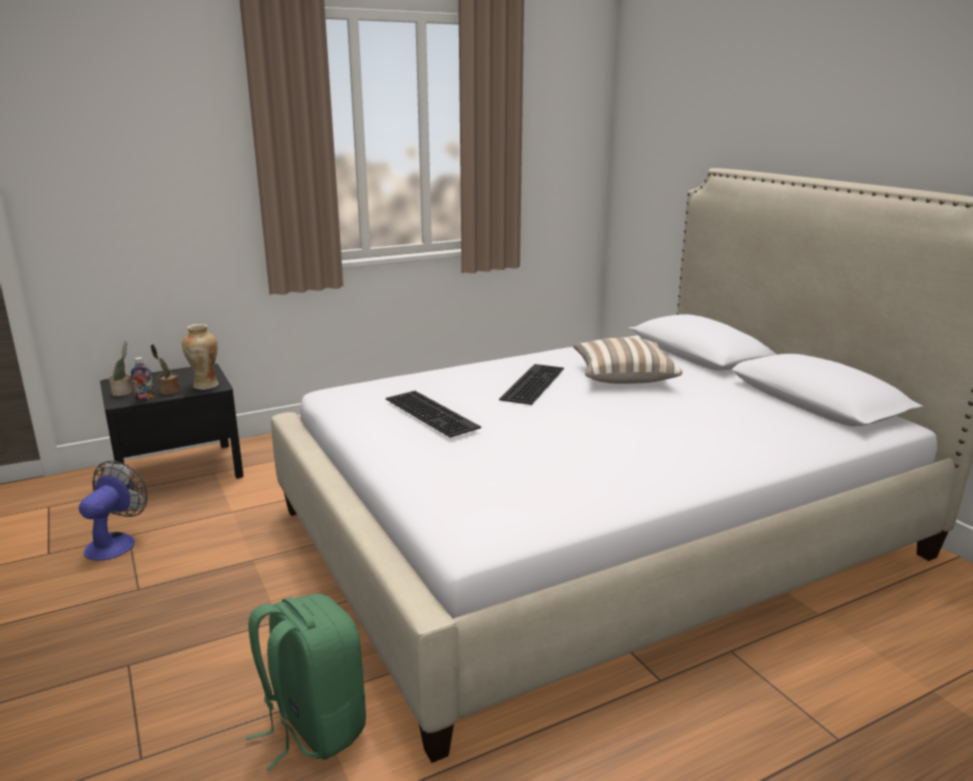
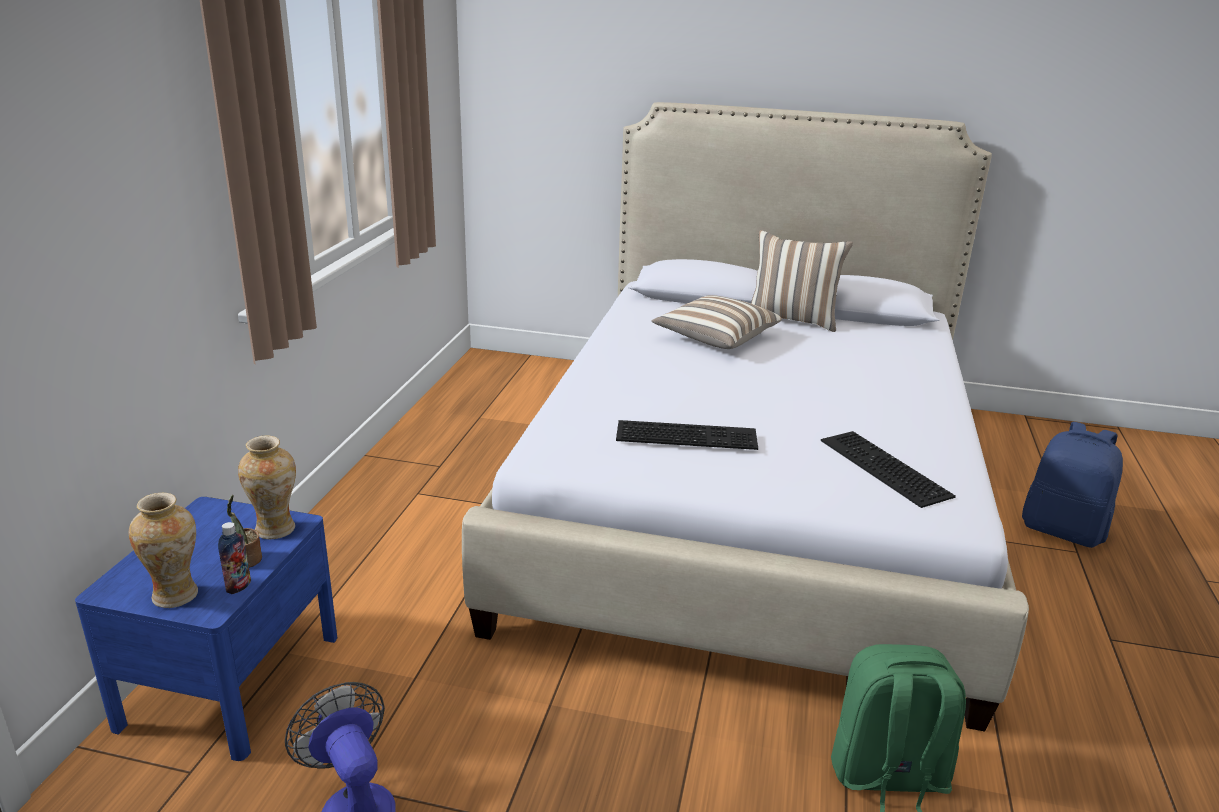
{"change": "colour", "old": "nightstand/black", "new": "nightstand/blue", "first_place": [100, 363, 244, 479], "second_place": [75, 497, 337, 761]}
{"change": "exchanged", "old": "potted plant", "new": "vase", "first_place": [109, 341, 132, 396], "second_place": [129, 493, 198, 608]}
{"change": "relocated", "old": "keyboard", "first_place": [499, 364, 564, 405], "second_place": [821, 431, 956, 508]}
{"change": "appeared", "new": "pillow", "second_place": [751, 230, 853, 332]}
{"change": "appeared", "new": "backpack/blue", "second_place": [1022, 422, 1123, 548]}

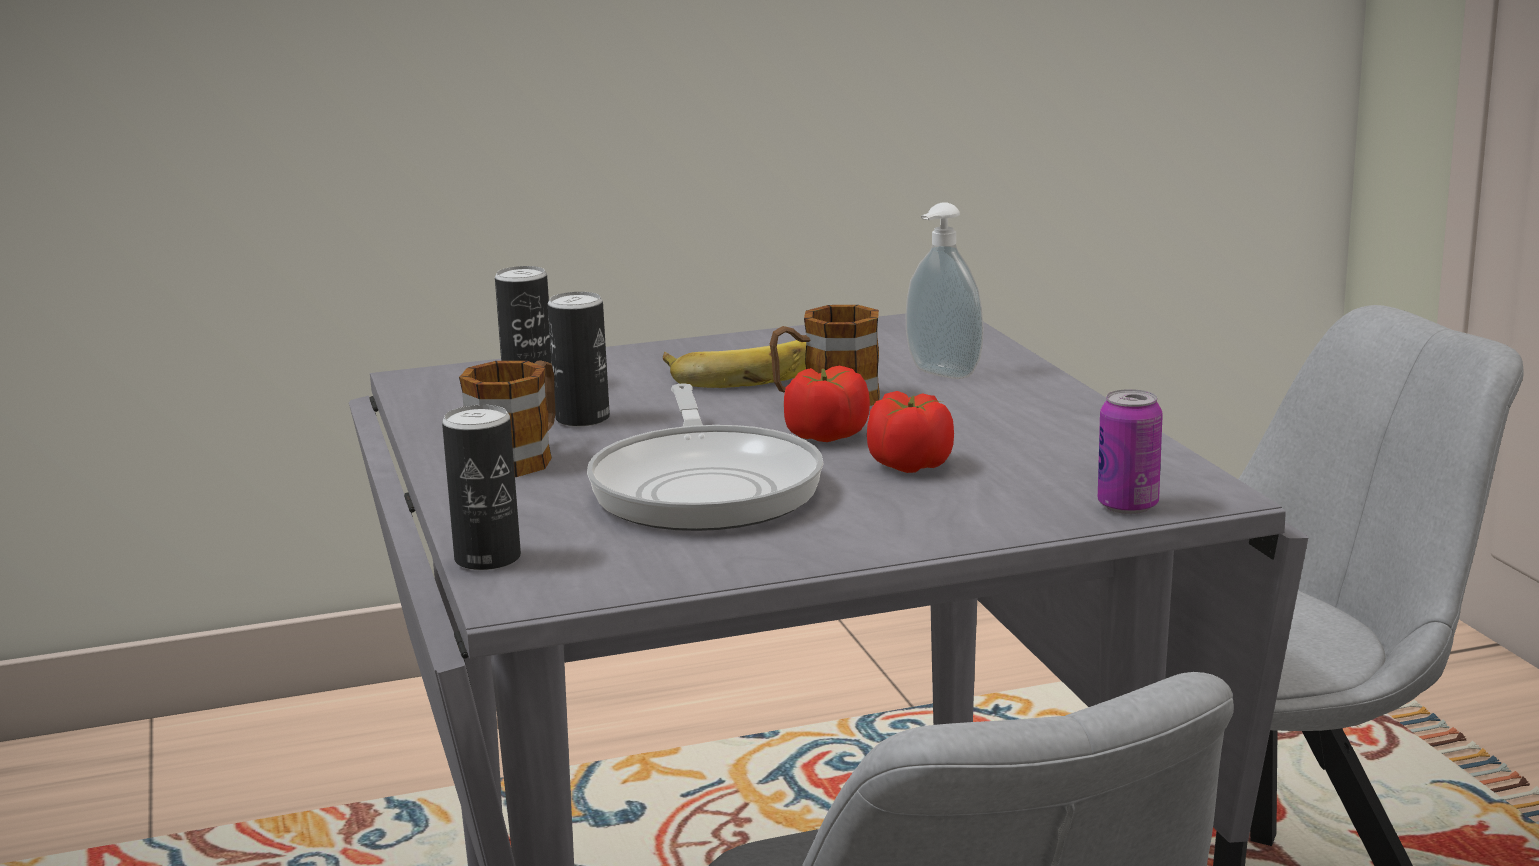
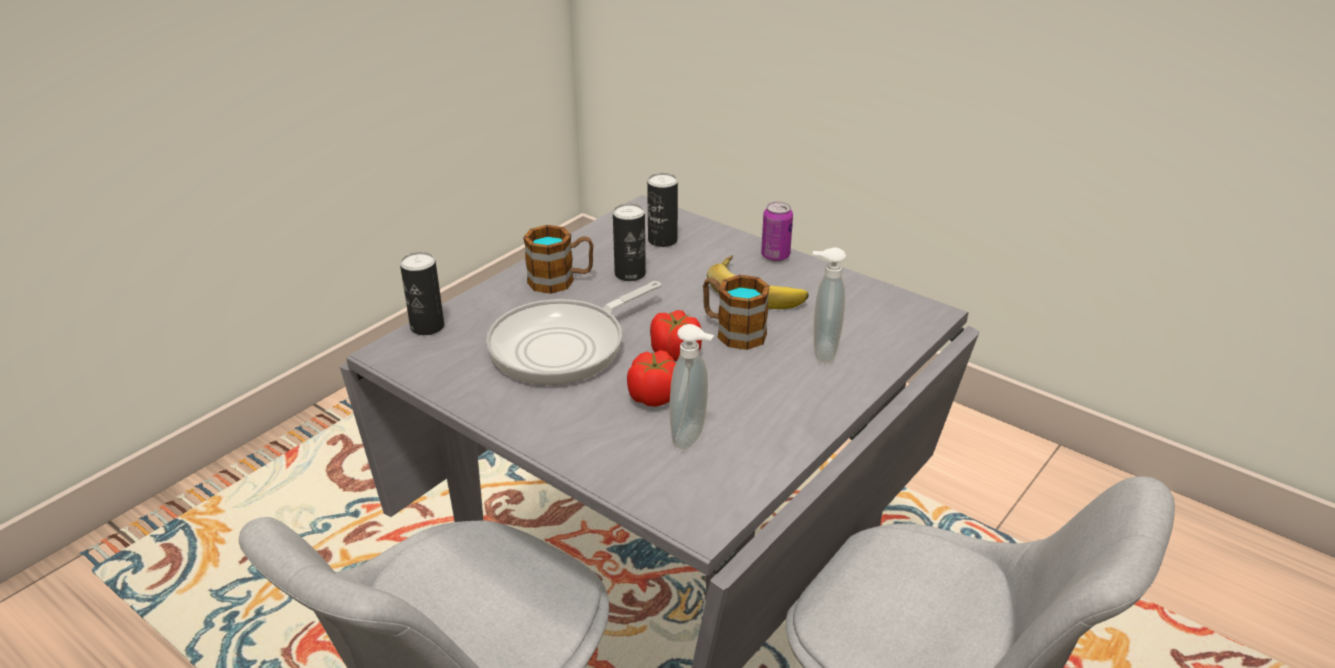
{"change": "relocated", "old": "can", "first_place": [1098, 389, 1163, 514], "second_place": [761, 202, 793, 262]}
{"change": "appeared", "new": "soap dispenser", "second_place": [669, 324, 714, 449]}

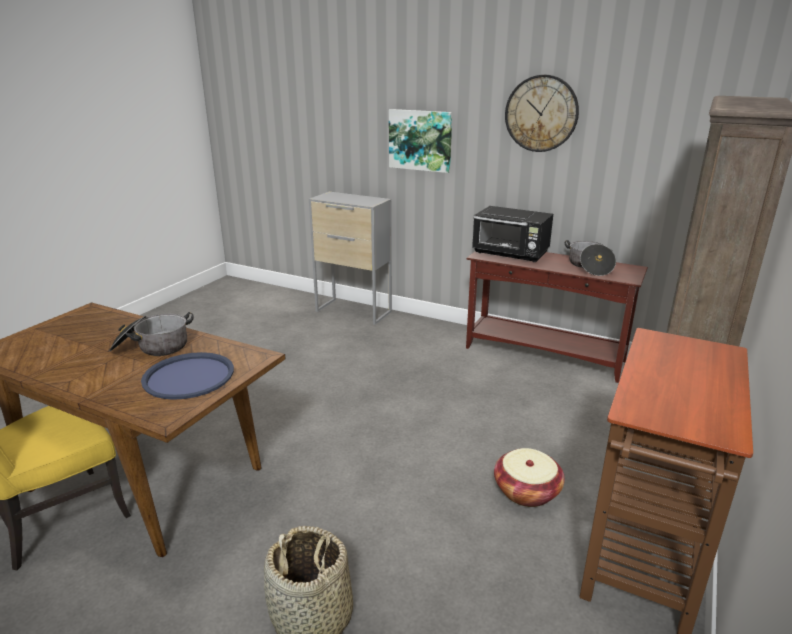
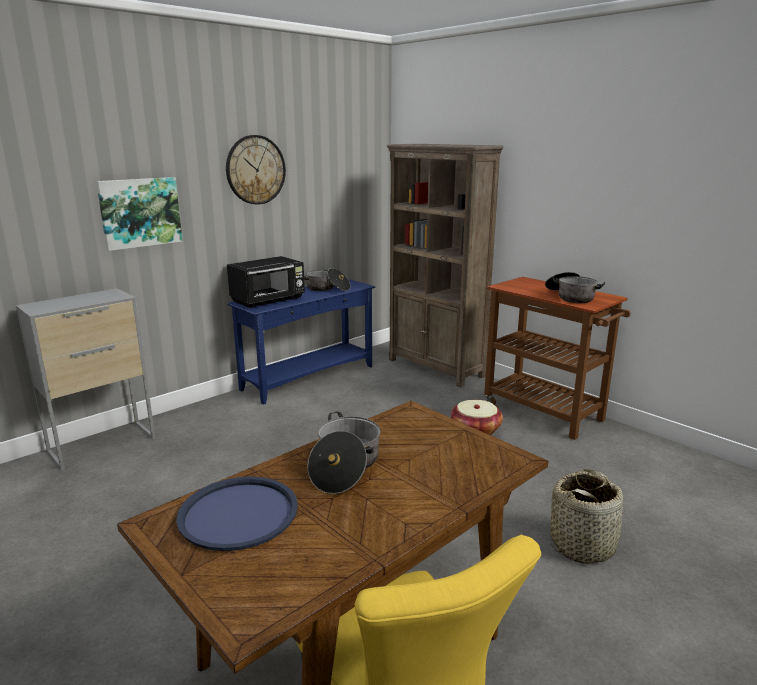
{"change": "relocated", "old": "tray/blue", "first_place": [141, 352, 234, 400], "second_place": [176, 476, 298, 551]}
{"change": "colour", "old": "console table/brown", "new": "console table/blue", "first_place": [466, 251, 648, 383], "second_place": [227, 279, 375, 405]}
{"change": "appeared", "new": "cooking pot", "second_place": [545, 272, 605, 303]}

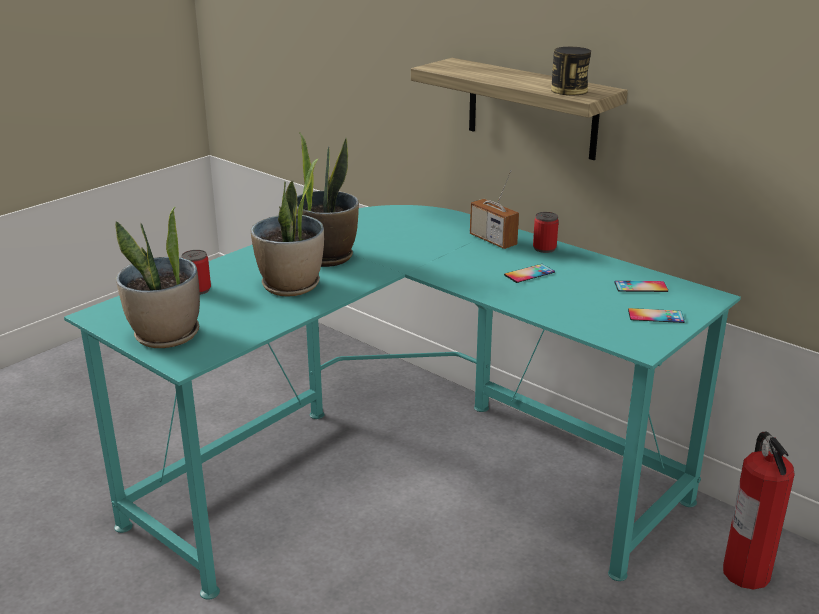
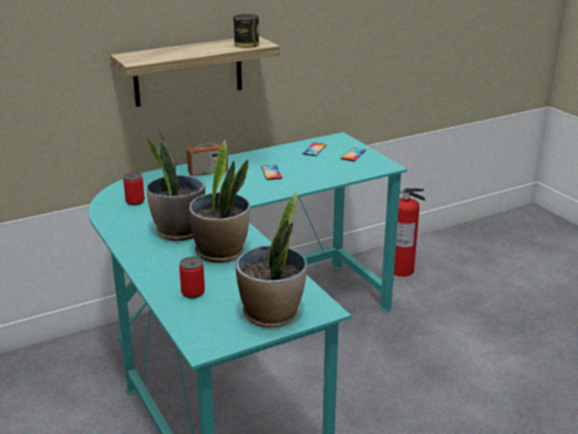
{"change": "relocated", "old": "can", "first_place": [533, 212, 559, 253], "second_place": [123, 172, 145, 205]}

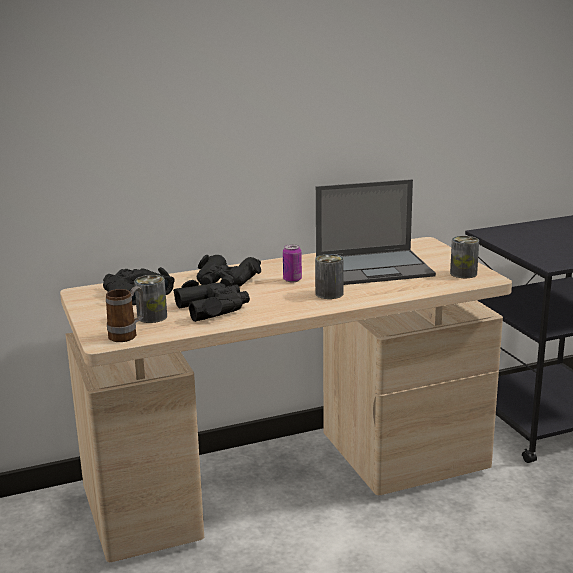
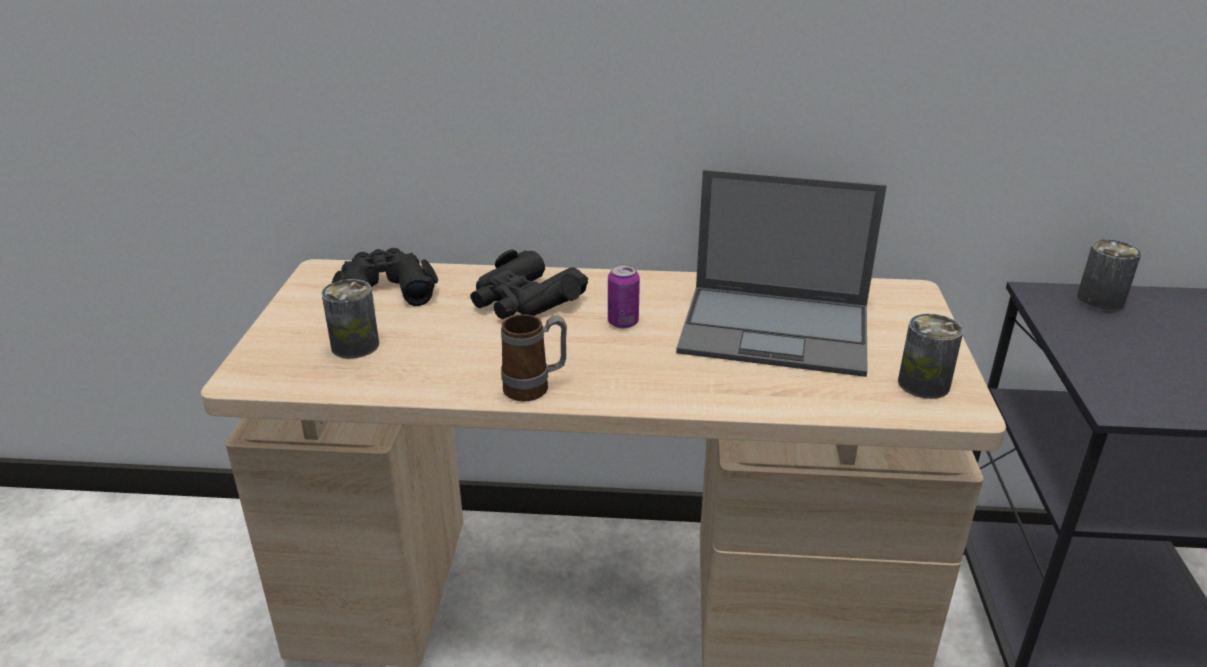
{"change": "relocated", "old": "mug", "first_place": [106, 286, 144, 342], "second_place": [501, 314, 567, 402]}
{"change": "missing", "old": "binoculars/black", "first_place": [173, 280, 250, 322]}
{"change": "relocated", "old": "can", "first_place": [315, 254, 344, 299], "second_place": [1077, 239, 1141, 312]}

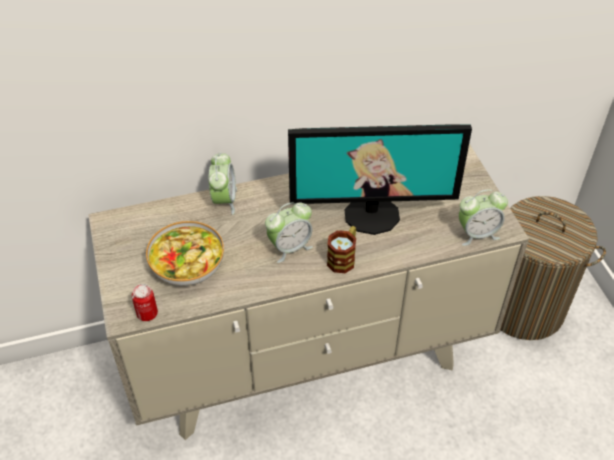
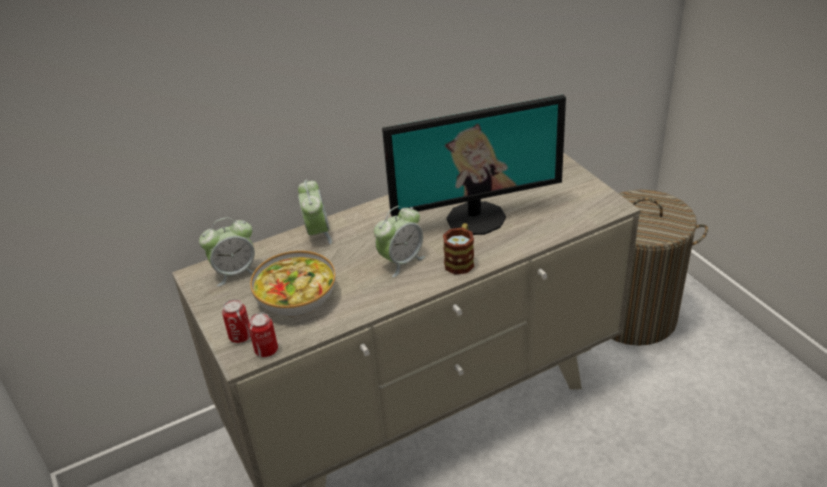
{"change": "relocated", "old": "alarm clock", "first_place": [459, 189, 508, 246], "second_place": [199, 217, 255, 286]}
{"change": "appeared", "new": "can", "second_place": [222, 299, 251, 343]}

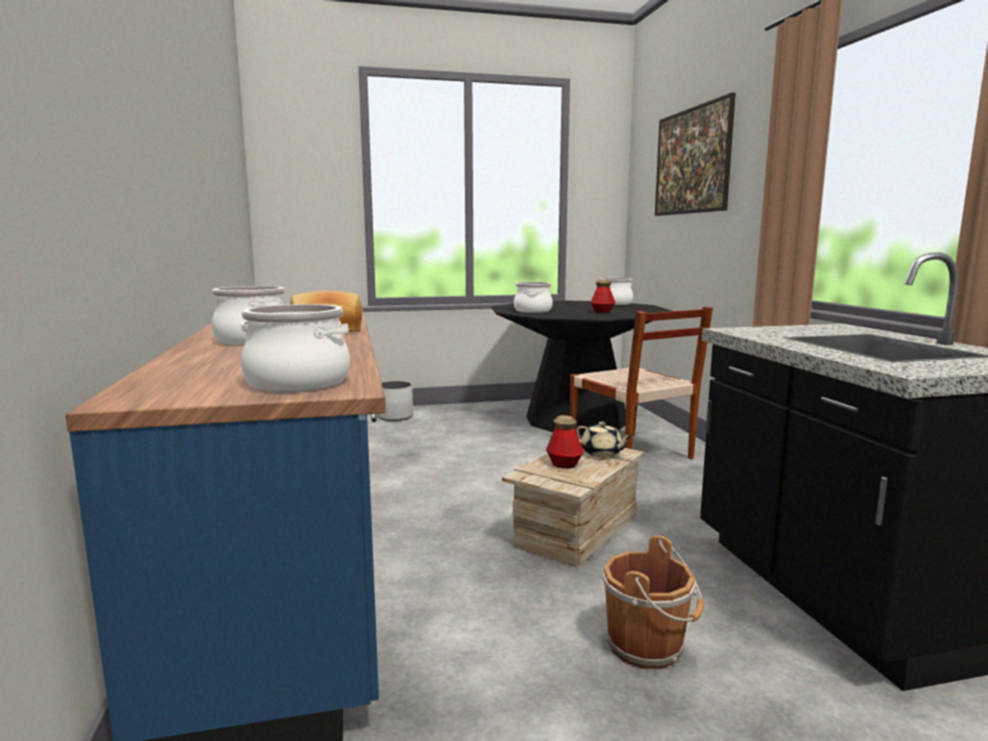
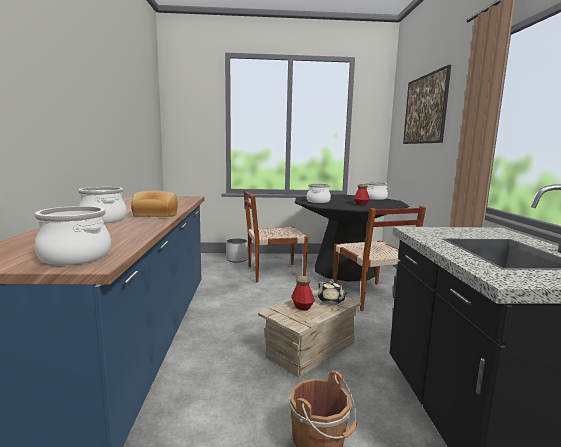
{"change": "appeared", "new": "chair", "second_place": [243, 189, 308, 282]}

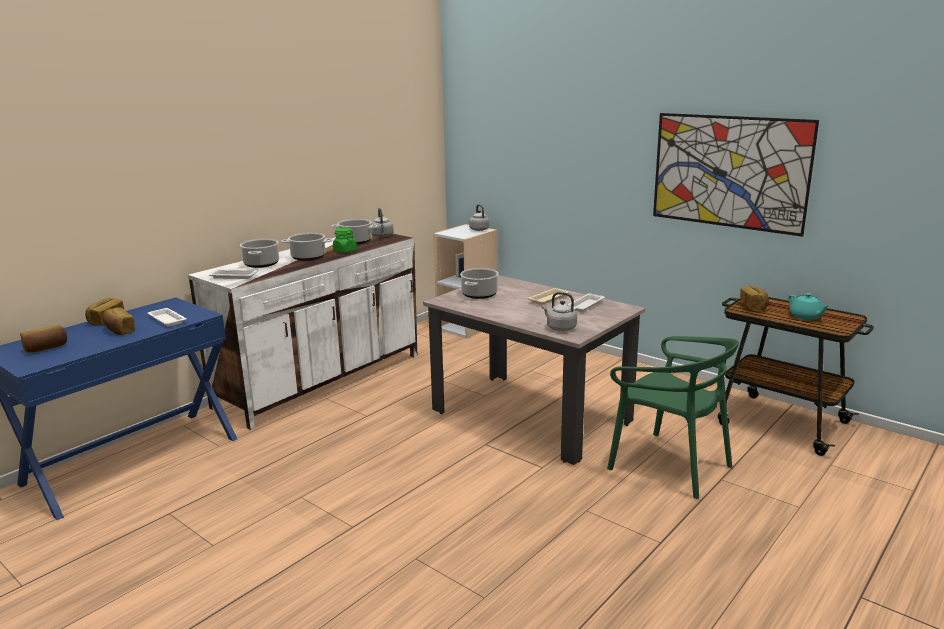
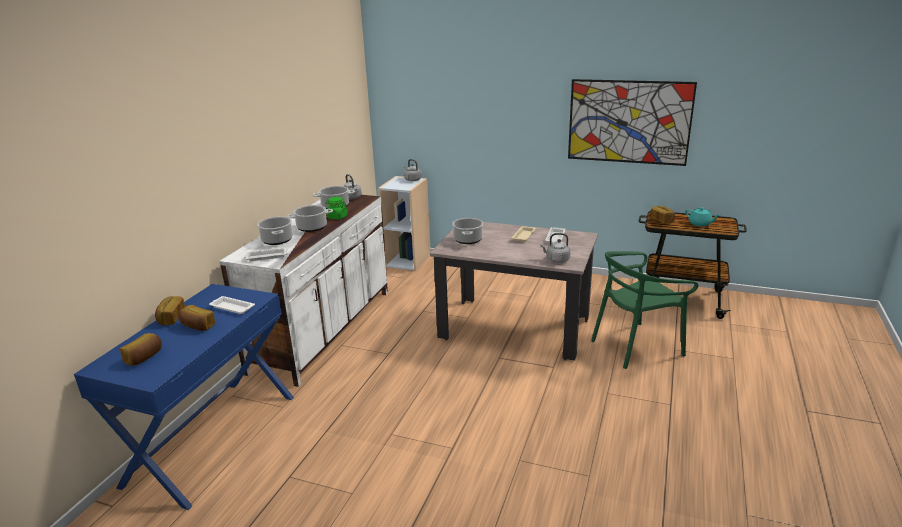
{"change": "spun", "old": "chair/green", "first_place": [607, 336, 739, 499], "second_place": [591, 251, 698, 369], "degrees": 135}

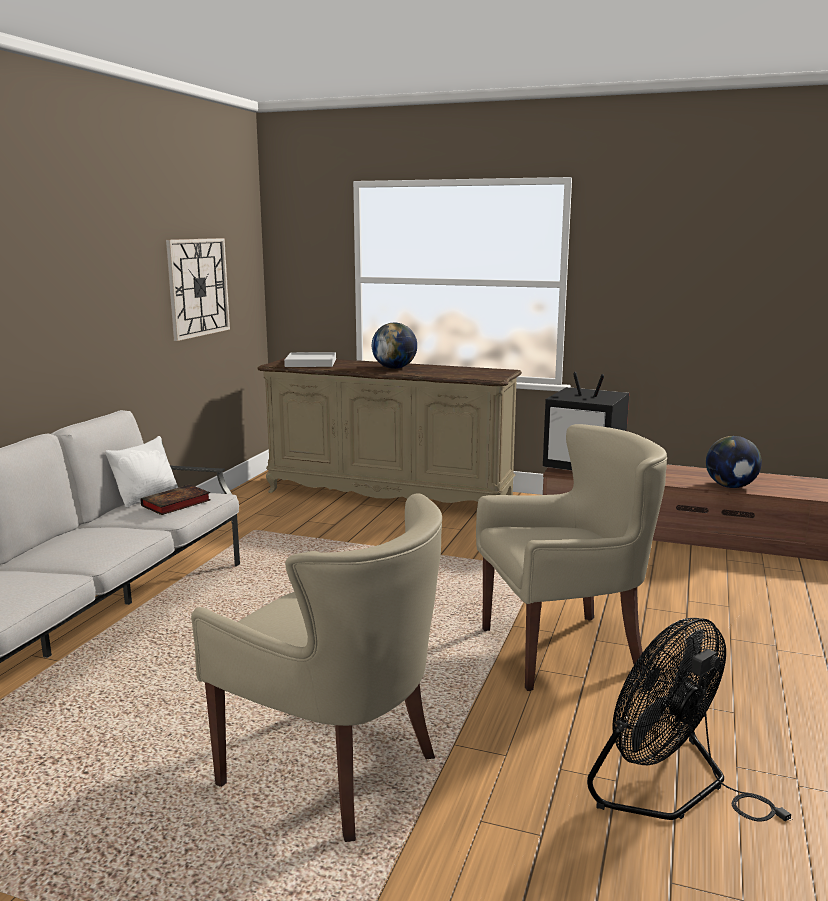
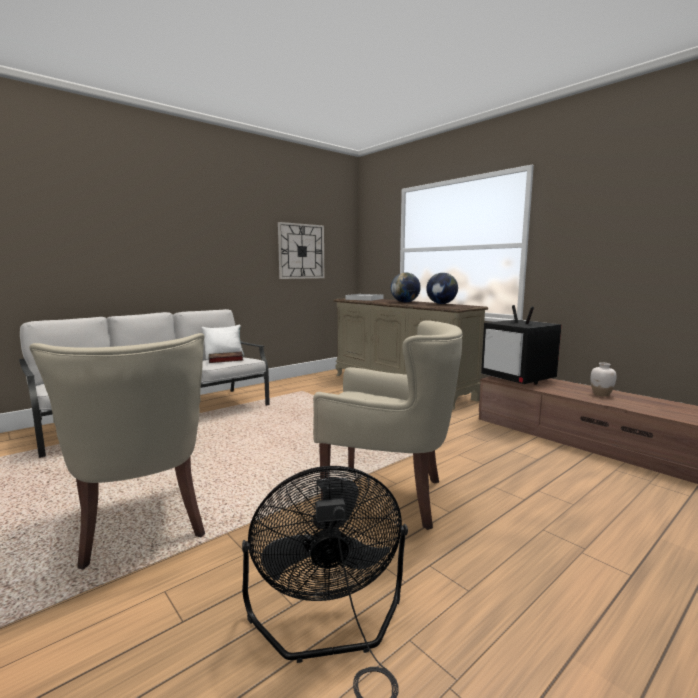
{"change": "relocated", "old": "globe", "first_place": [706, 436, 762, 488], "second_place": [426, 273, 458, 304]}
{"change": "appeared", "new": "vase/white", "second_place": [591, 362, 617, 397]}

